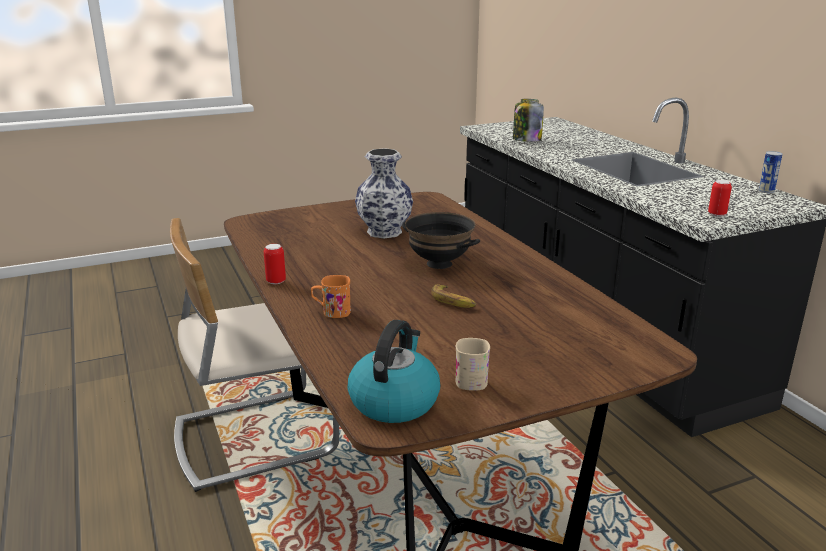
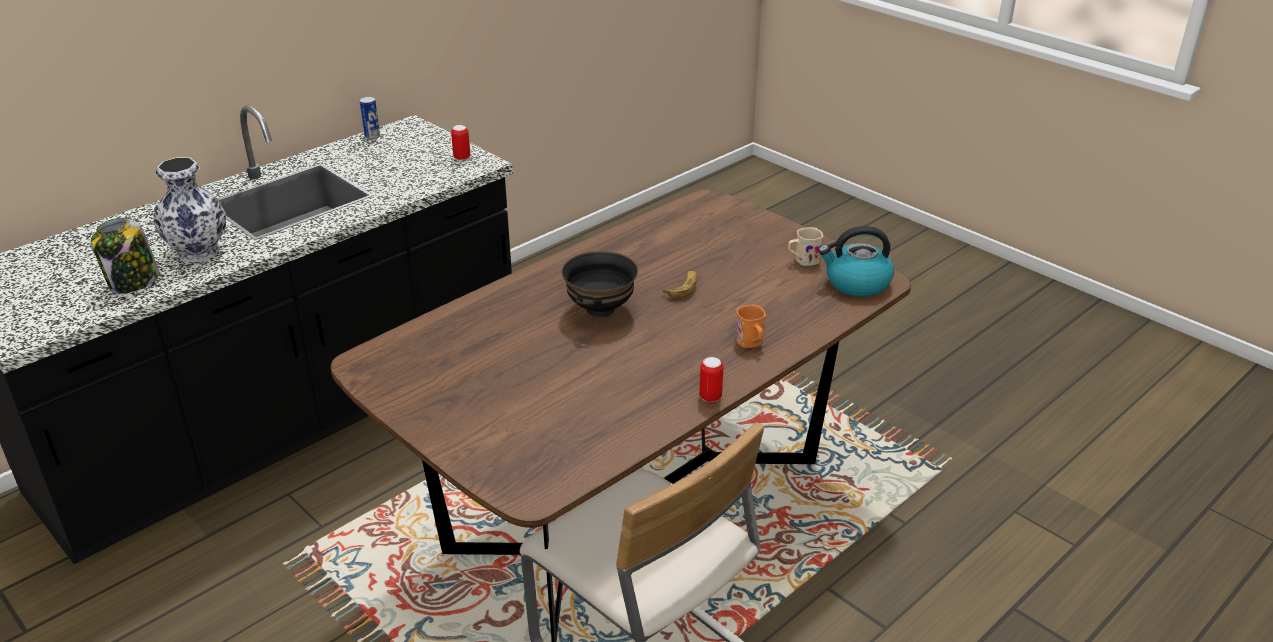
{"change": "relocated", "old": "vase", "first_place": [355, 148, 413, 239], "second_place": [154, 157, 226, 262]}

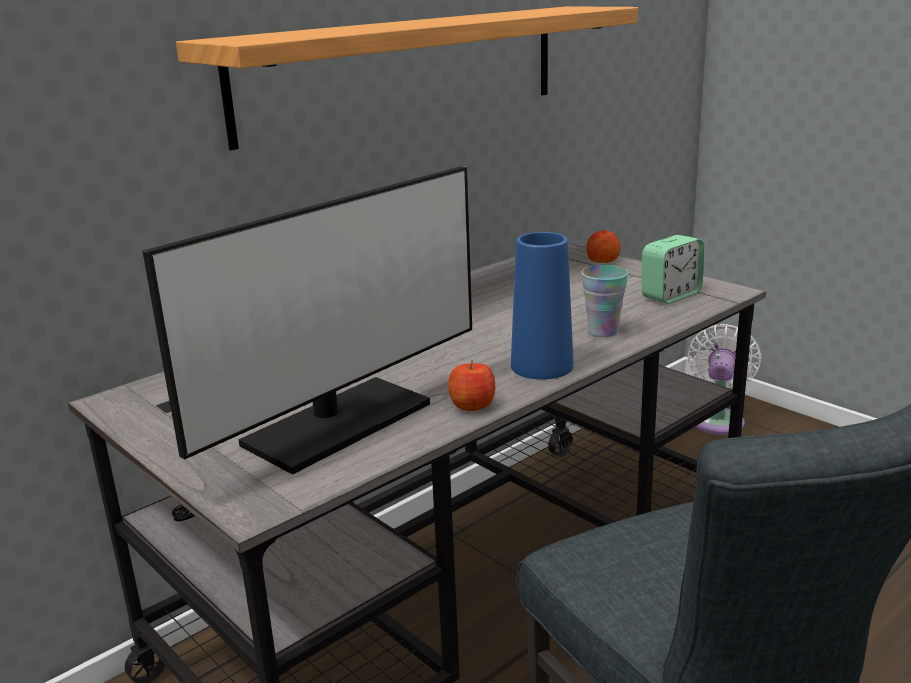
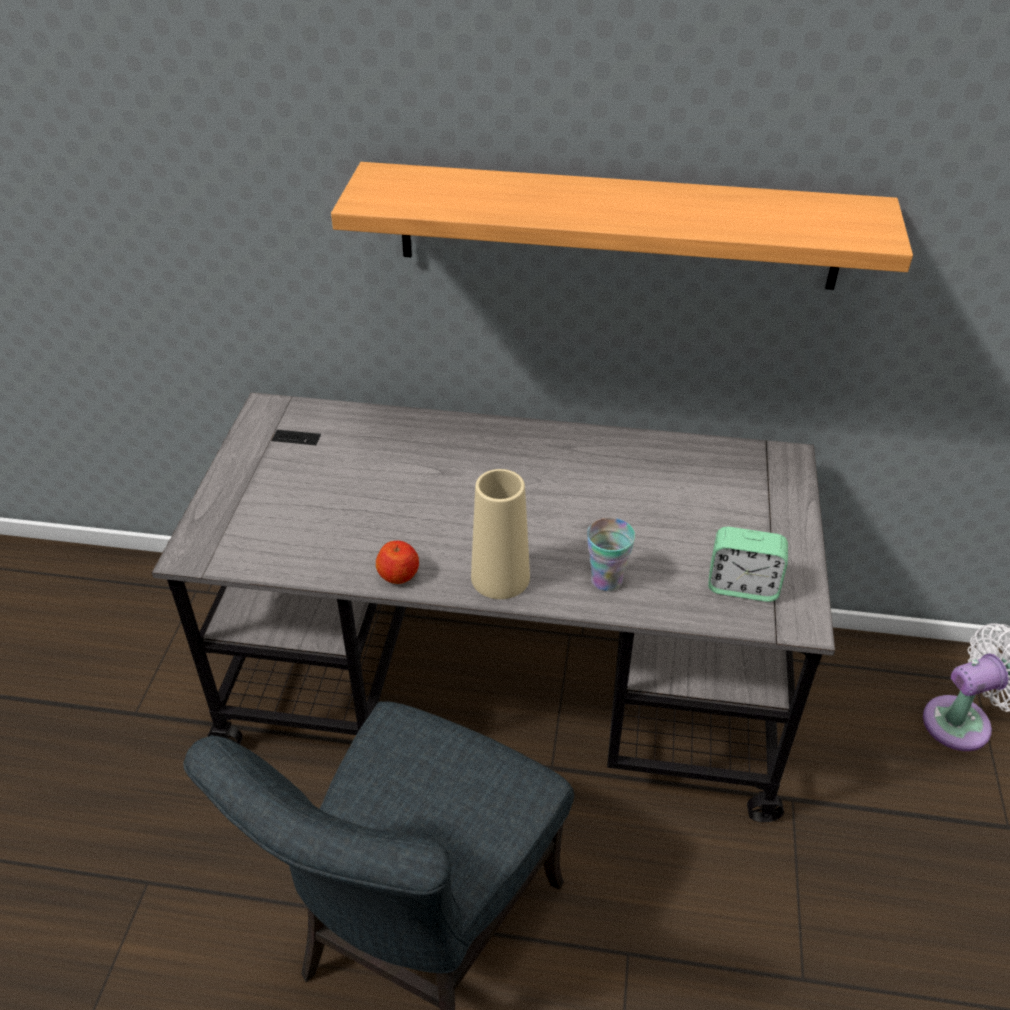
{"change": "missing", "old": "monitor", "first_place": [143, 166, 472, 475]}
{"change": "colour", "old": "vase/blue", "new": "vase/beige", "first_place": [511, 232, 573, 380], "second_place": [471, 469, 530, 599]}
{"change": "missing", "old": "apple", "first_place": [586, 228, 621, 263]}

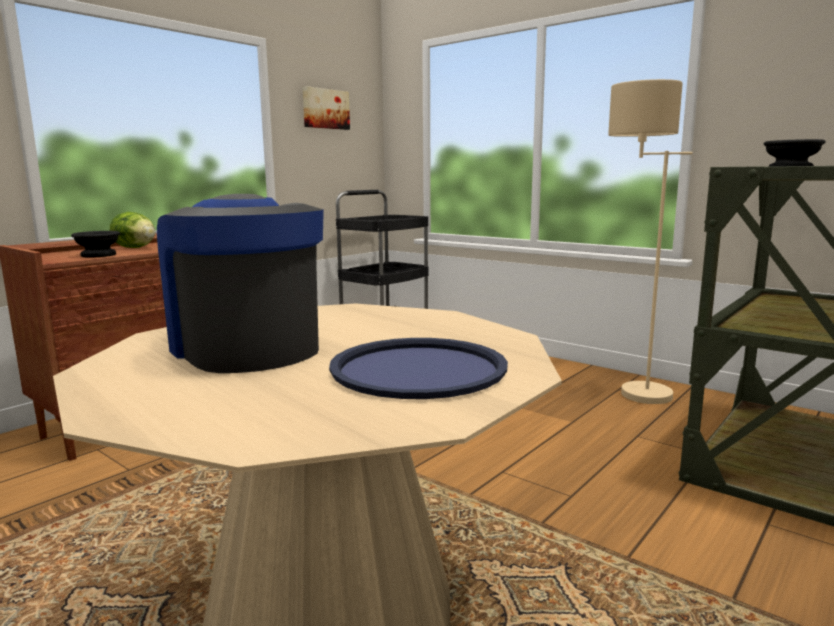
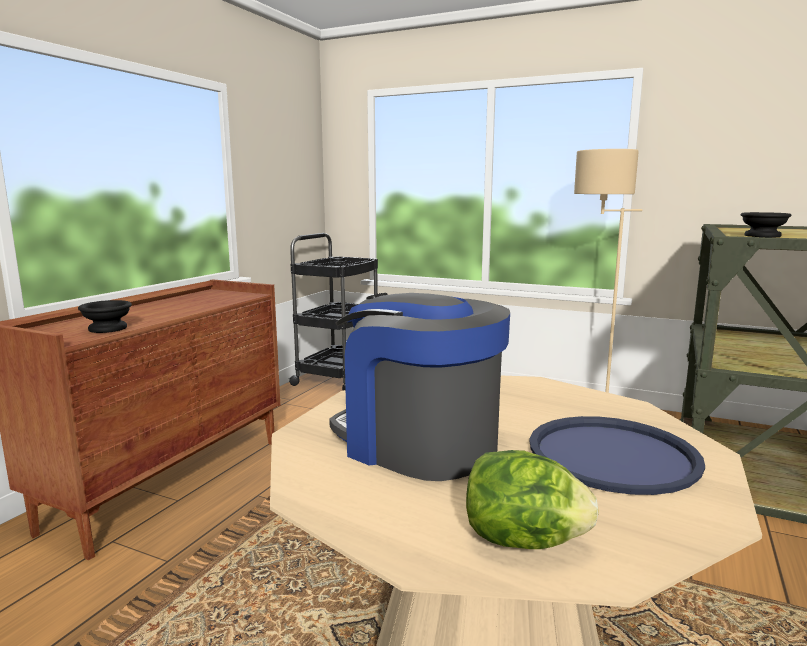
{"change": "relocated", "old": "lettuce", "first_place": [110, 212, 155, 248], "second_place": [466, 450, 599, 549]}
{"change": "missing", "old": "picture", "first_place": [303, 86, 350, 130]}

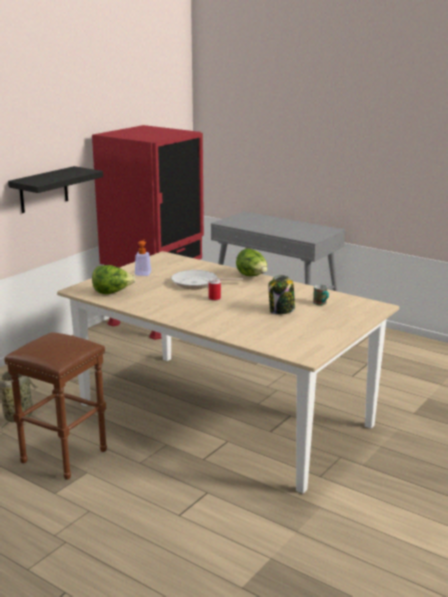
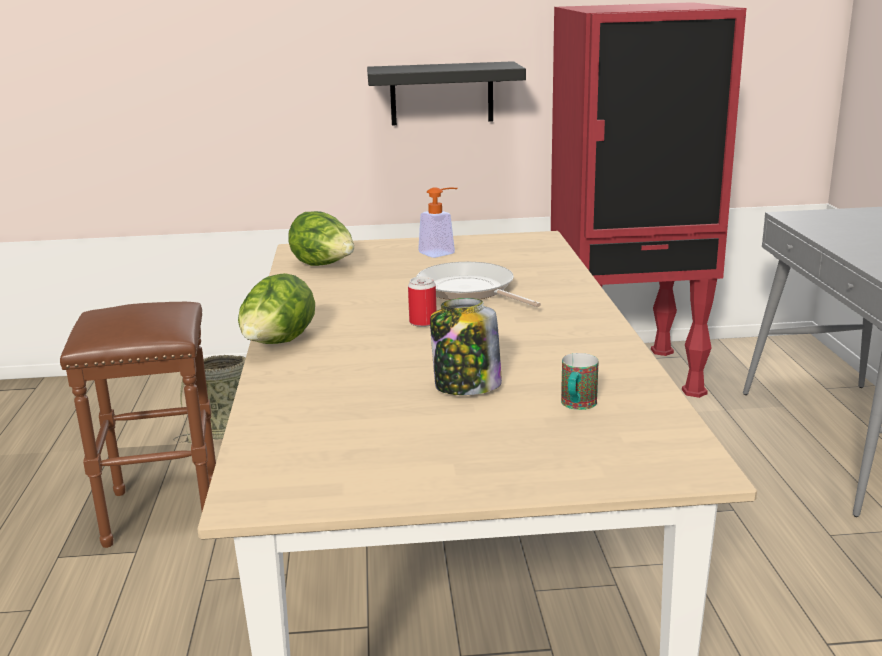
{"change": "relocated", "old": "lettuce", "first_place": [236, 249, 268, 276], "second_place": [238, 273, 315, 344]}

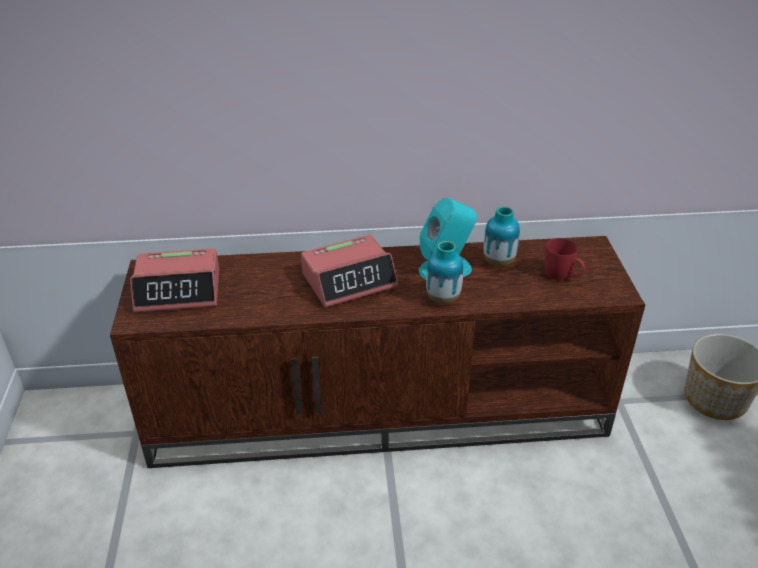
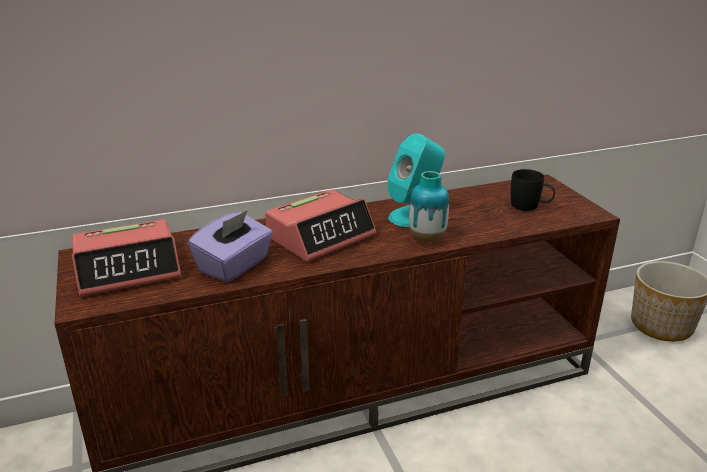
{"change": "missing", "old": "vase", "first_place": [484, 206, 520, 267]}
{"change": "colour", "old": "mug/red", "new": "mug/black", "first_place": [544, 238, 585, 280], "second_place": [511, 169, 555, 211]}
{"change": "appeared", "new": "tissue box/purple", "second_place": [188, 210, 273, 282]}

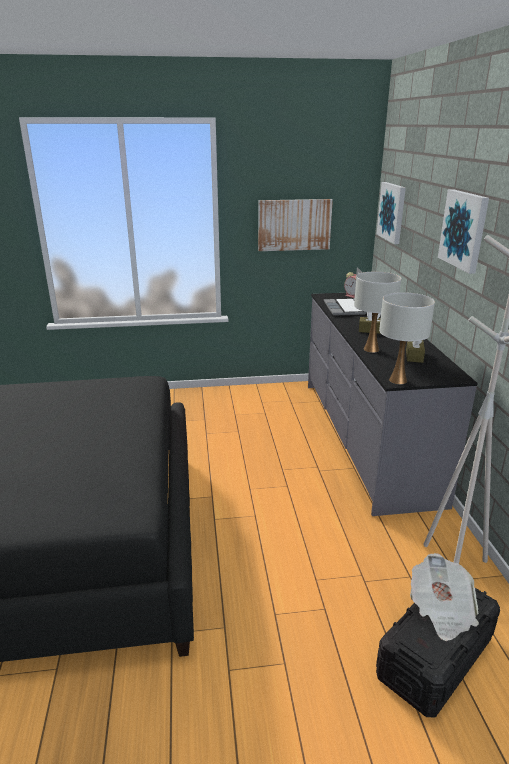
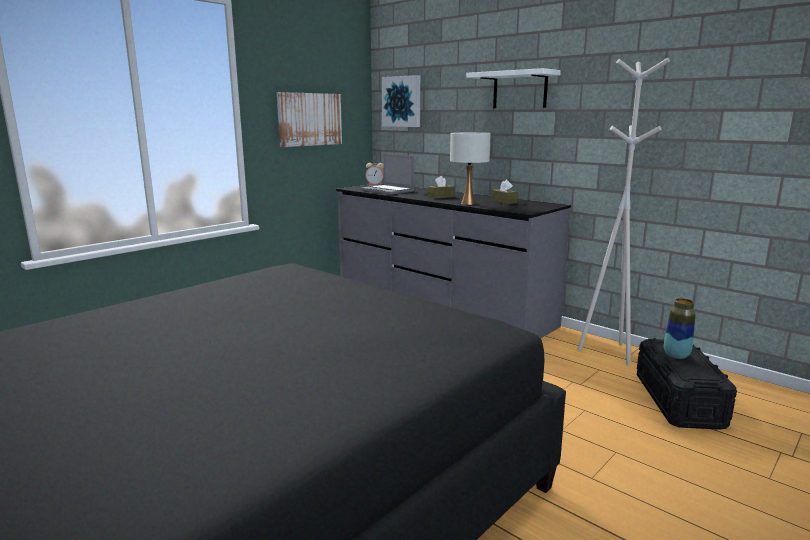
{"change": "missing", "old": "table lamp/white", "first_place": [379, 292, 435, 384]}
{"change": "exchanged", "old": "newspaper", "new": "vase", "first_place": [410, 553, 479, 641], "second_place": [664, 298, 696, 359]}
{"change": "exchanged", "old": "picture", "new": "shelf/white", "first_place": [438, 189, 489, 274], "second_place": [466, 68, 561, 108]}

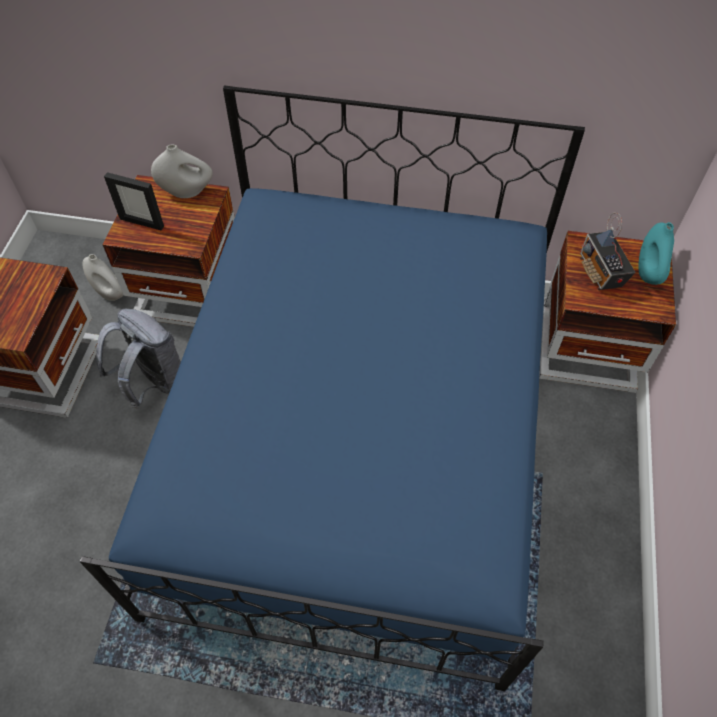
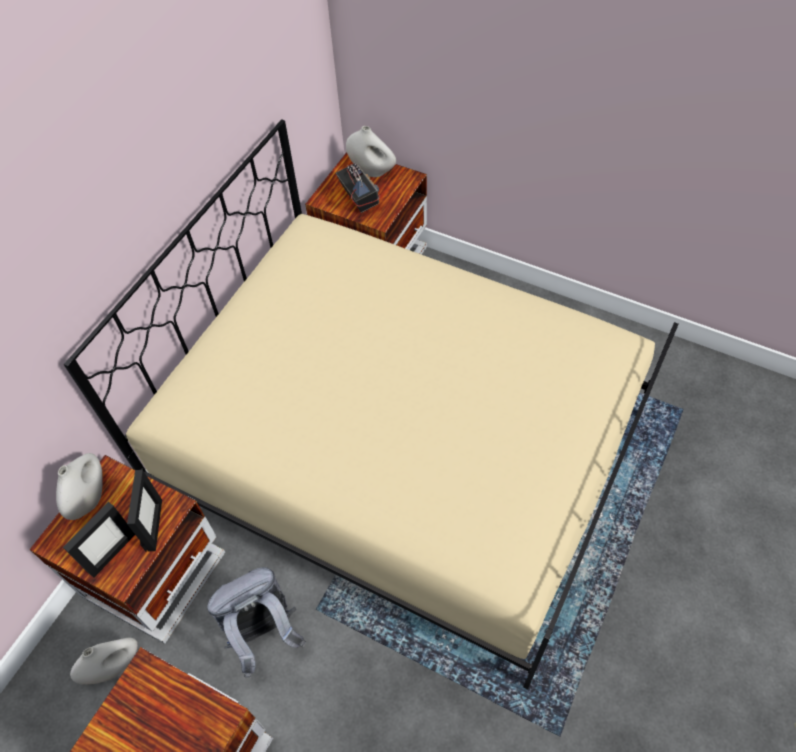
{"change": "colour", "old": "bed/blue", "new": "bed/beige", "first_place": [80, 85, 585, 691], "second_place": [64, 119, 678, 690]}
{"change": "spun", "old": "radio", "first_place": [580, 212, 635, 290], "second_place": [336, 162, 380, 213], "degrees": -120}
{"change": "colour", "old": "vase/turquoise", "new": "vase/white", "first_place": [638, 222, 674, 285], "second_place": [346, 126, 396, 177]}
{"change": "appeared", "new": "picture frame", "second_place": [127, 470, 162, 552]}

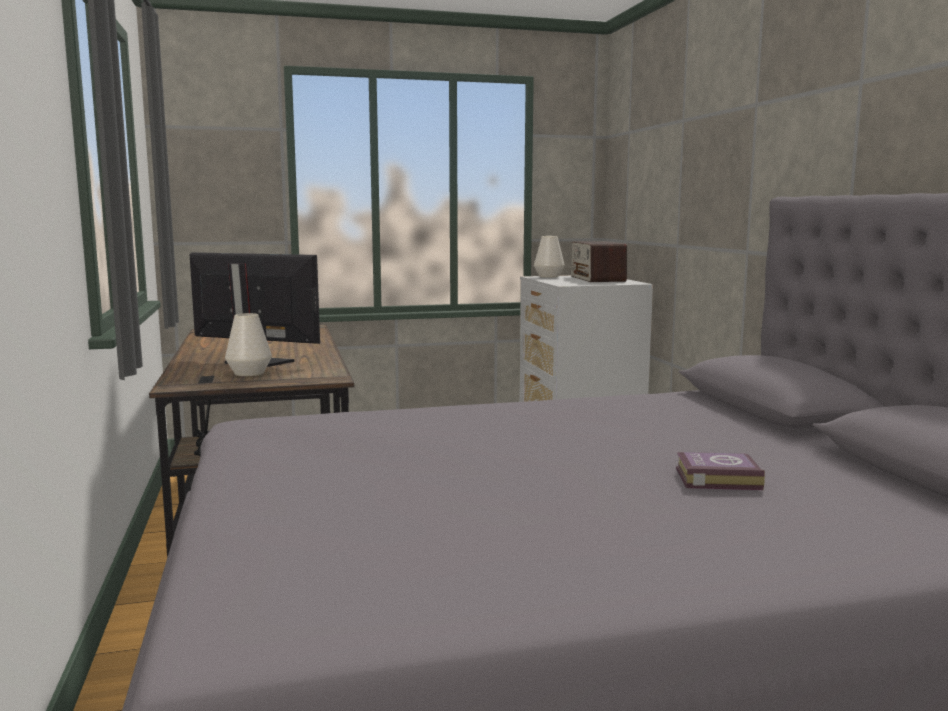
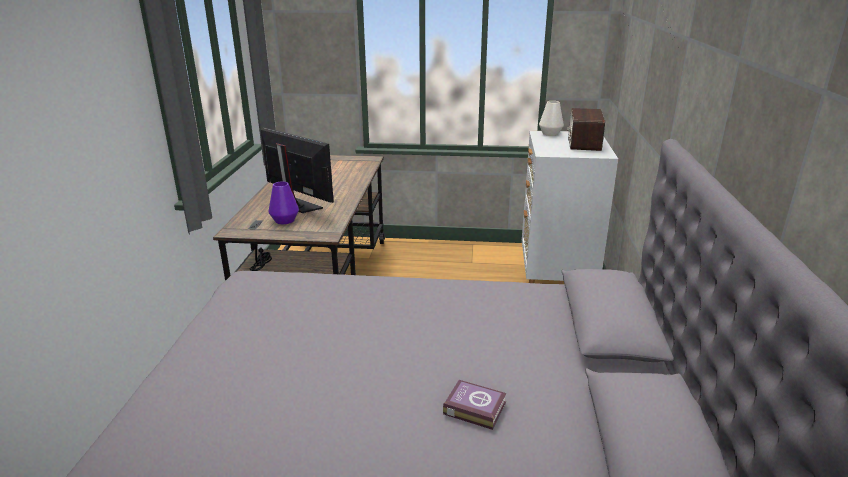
{"change": "colour", "old": "vase/white", "new": "vase/purple", "first_place": [225, 313, 272, 376], "second_place": [268, 181, 299, 224]}

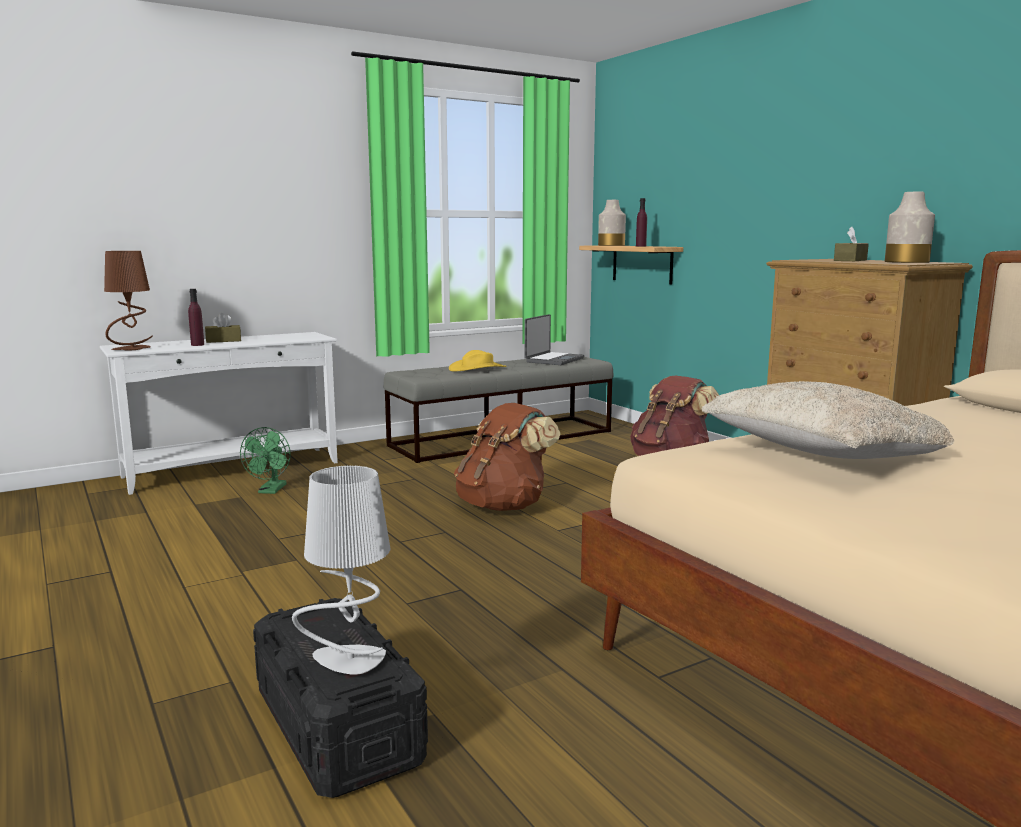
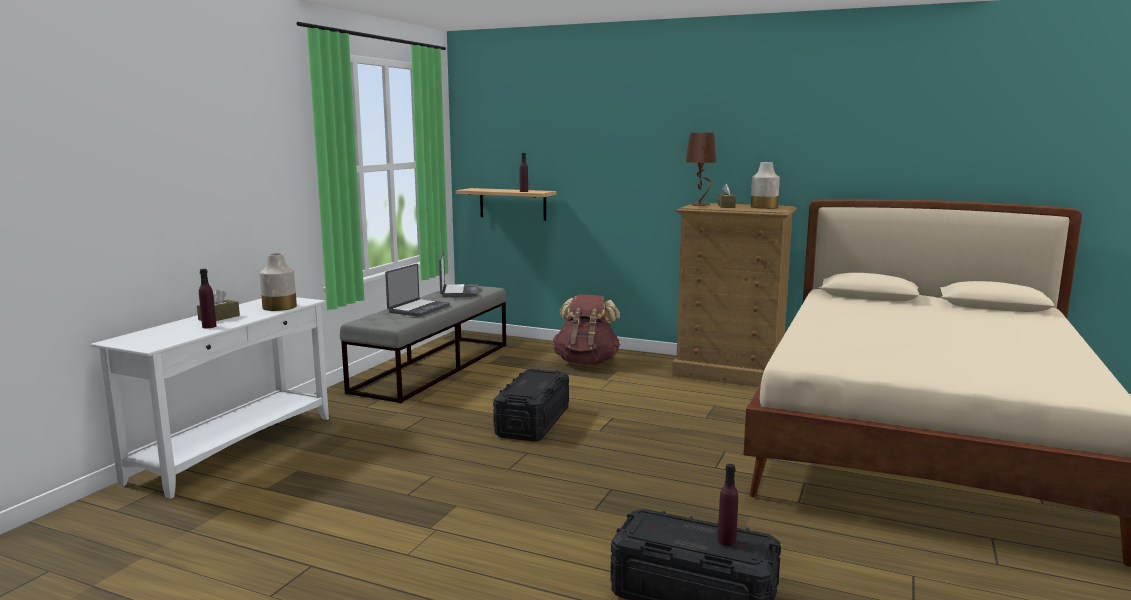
{"change": "relocated", "old": "table lamp/brown", "first_place": [104, 251, 153, 350], "second_place": [686, 133, 716, 206]}
{"change": "missing", "old": "fan/green", "first_place": [240, 427, 291, 494]}
{"change": "exchanged", "old": "table lamp/grey", "new": "bottle/purple", "first_place": [292, 465, 390, 675], "second_place": [718, 464, 738, 546]}
{"change": "exchanged", "old": "hat/yellow", "new": "laptop", "first_place": [449, 350, 507, 371], "second_place": [385, 264, 450, 317]}
{"change": "exchanged", "old": "backpack/brown", "new": "storage box/black", "first_place": [454, 403, 561, 511], "second_place": [493, 368, 569, 442]}
{"change": "relocated", "old": "vase/beige", "first_place": [598, 200, 626, 246], "second_place": [259, 253, 297, 311]}
{"change": "missing", "old": "pillow/beige", "first_place": [702, 381, 955, 459]}

